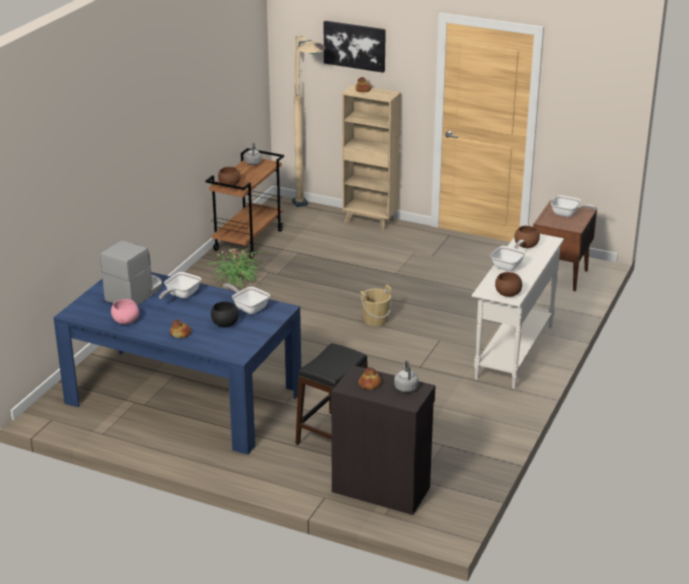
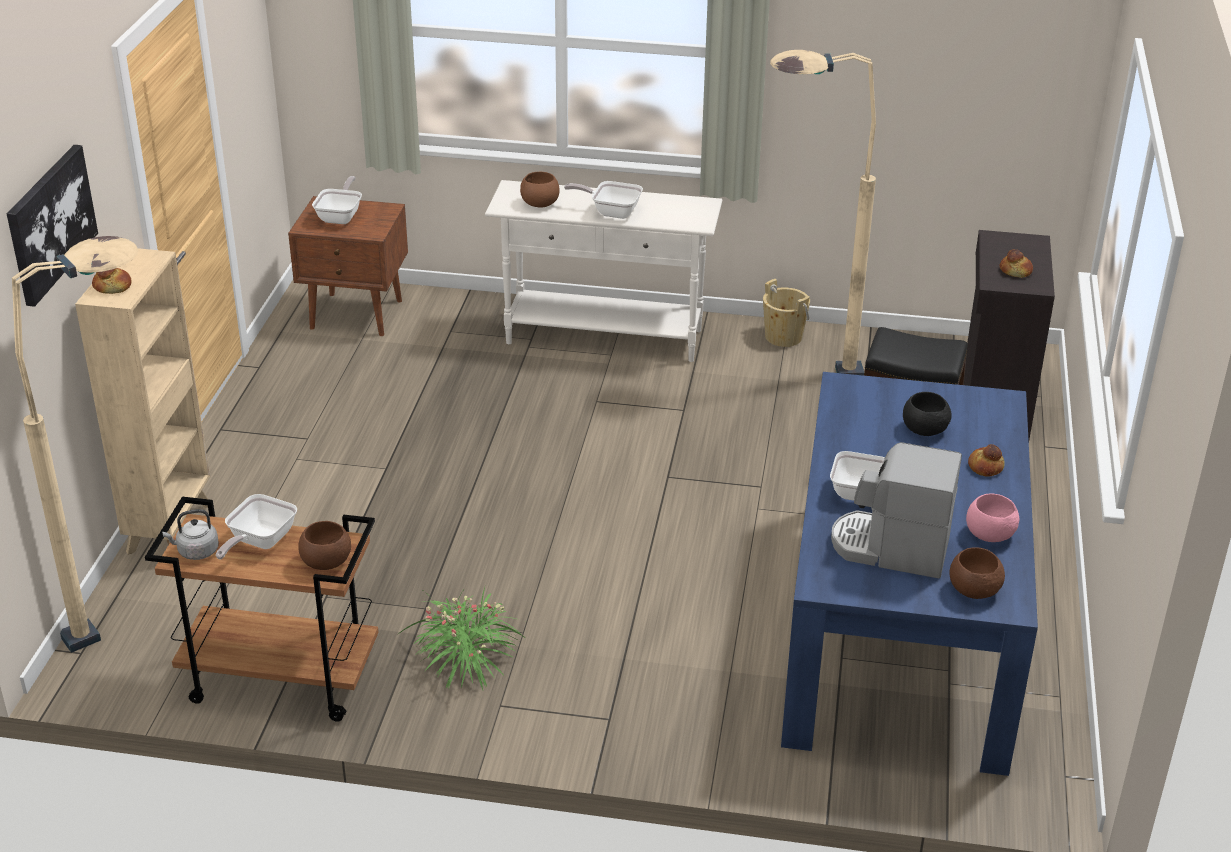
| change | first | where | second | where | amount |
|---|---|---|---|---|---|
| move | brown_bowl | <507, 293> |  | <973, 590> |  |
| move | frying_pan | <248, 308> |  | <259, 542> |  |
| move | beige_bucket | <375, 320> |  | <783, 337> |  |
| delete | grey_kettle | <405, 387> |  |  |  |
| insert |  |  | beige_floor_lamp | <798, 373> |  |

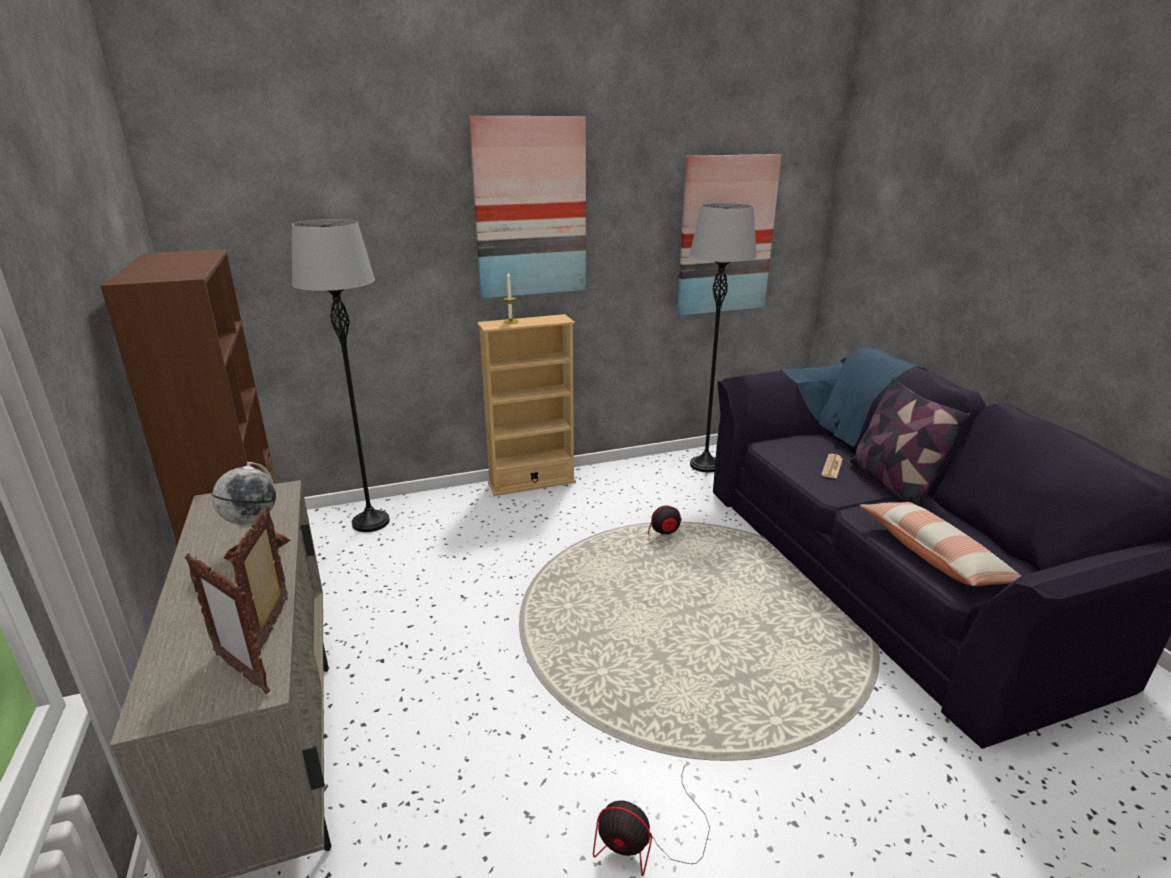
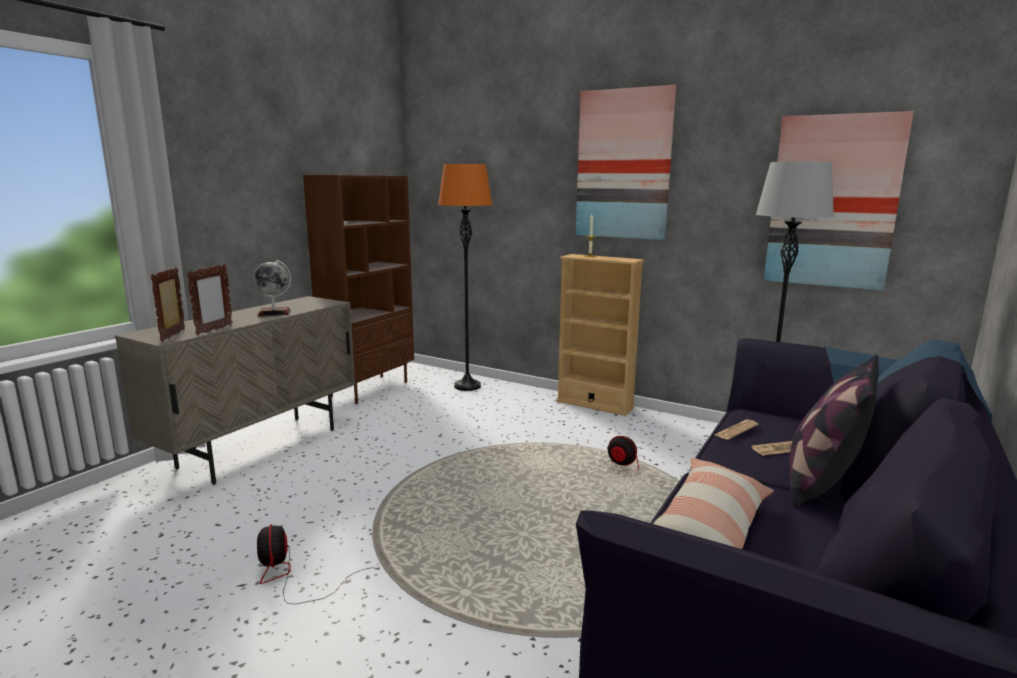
| change | first | where | second | where | amount |
|---|---|---|---|---|---|
| recolor | grey_floor_lamp | <371, 522> | orange_floor_lamp | <467, 386> |  |
| rotate | picture_frame | <274, 625> |  | <214, 330> | 150 degrees clockwise |
| insert |  |  | newspaper | <736, 430> |  |

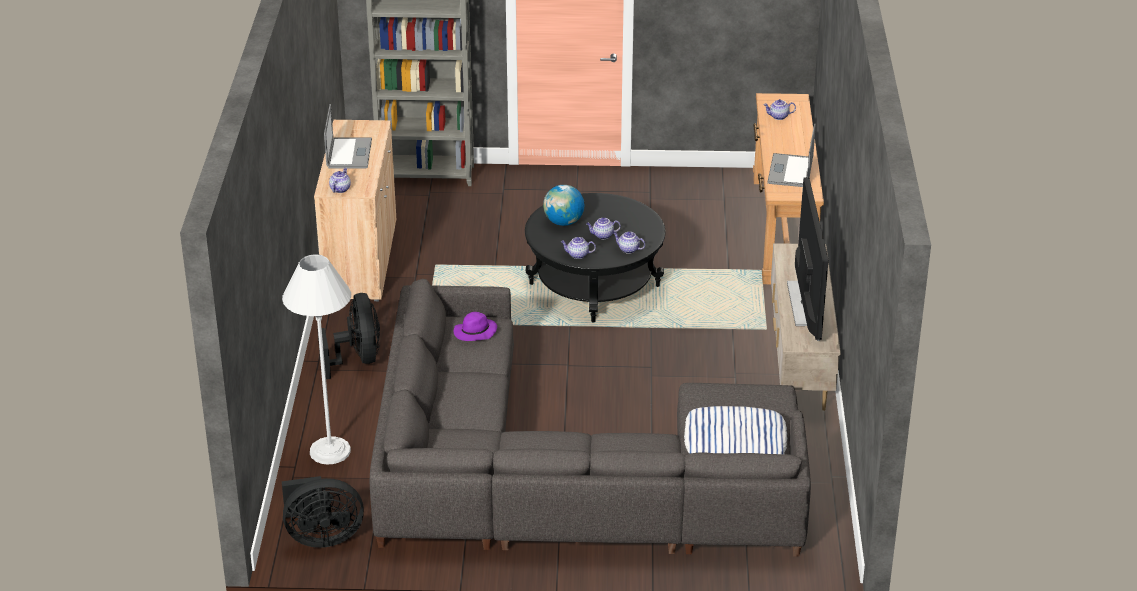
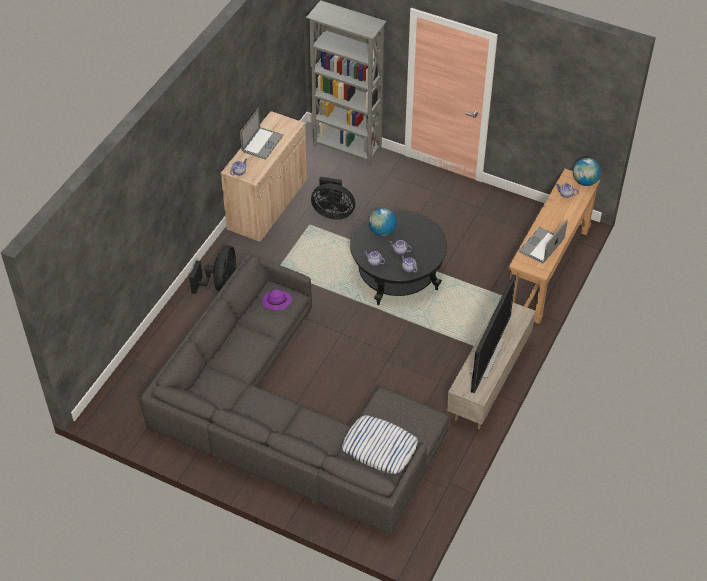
| change | first | where | second | where | amount |
|---|---|---|---|---|---|
| delete | white_floor_lamp | <330, 451> |  |  |  |
| move | black_fan | <321, 537> |  | <333, 212> |  |
| insert |  |  | globe | <585, 182> |  |

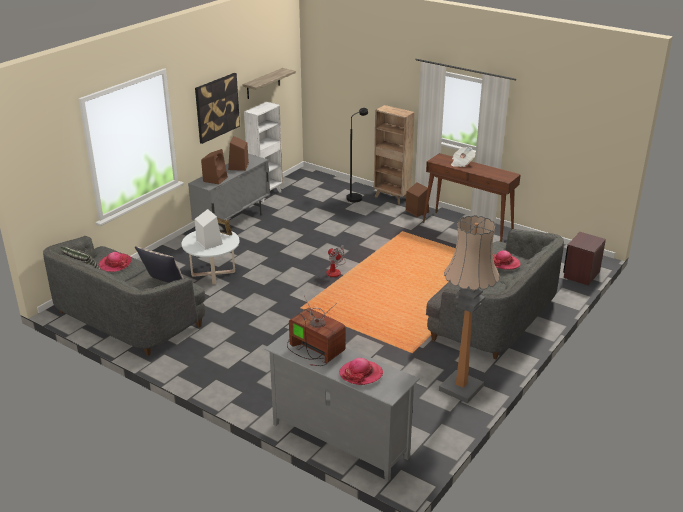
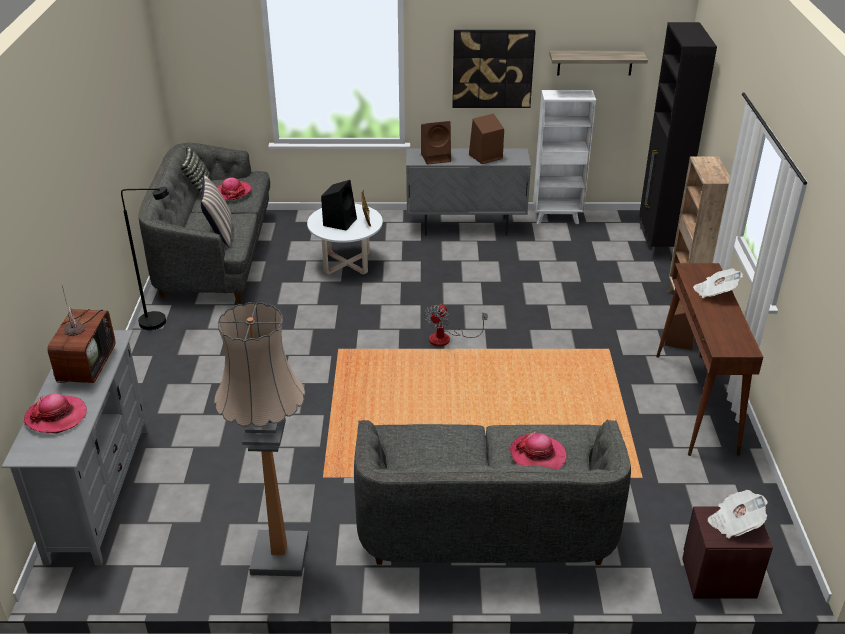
| change | first | where | second | where | amount |
|---|---|---|---|---|---|
| move | black_floor_lamp | <356, 197> |  | <160, 321> |  |
| recolor | white_speaker | <209, 242> | black_speaker | <340, 221> |  |
| insert |  |  | black_cabinet | <657, 243> |  |
| insert |  |  | newspaper | <734, 523> |  |

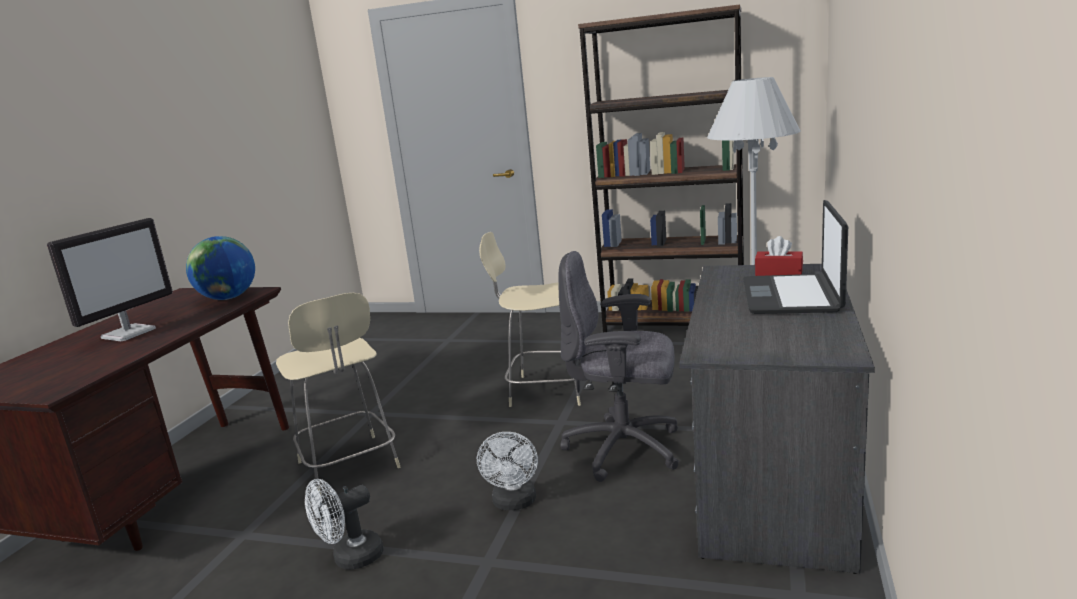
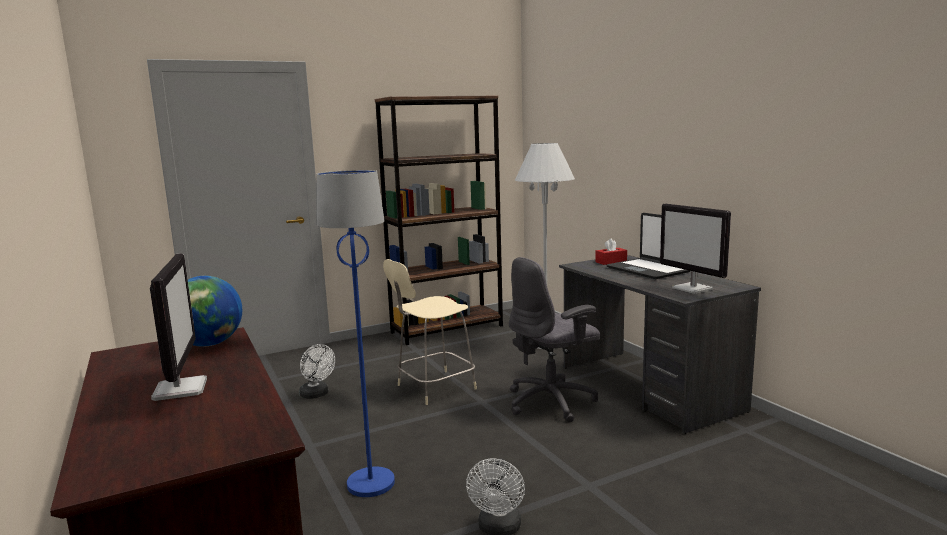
| change | first | where | second | where | amount |
|---|---|---|---|---|---|
| replace | beige_chair | <349, 467> | blue_floor_lamp | <371, 483> |  |
| move | white_fan | <514, 503> |  | <317, 394> |  |
| insert |  |  | monitor | <693, 289> |  |

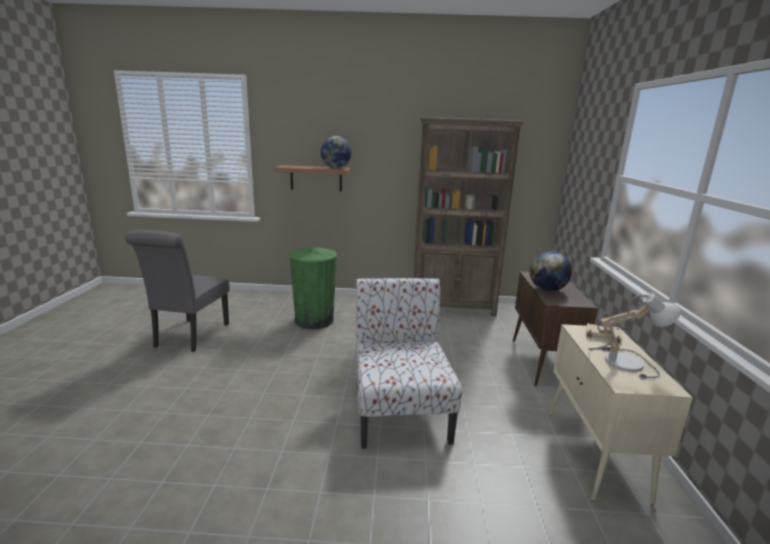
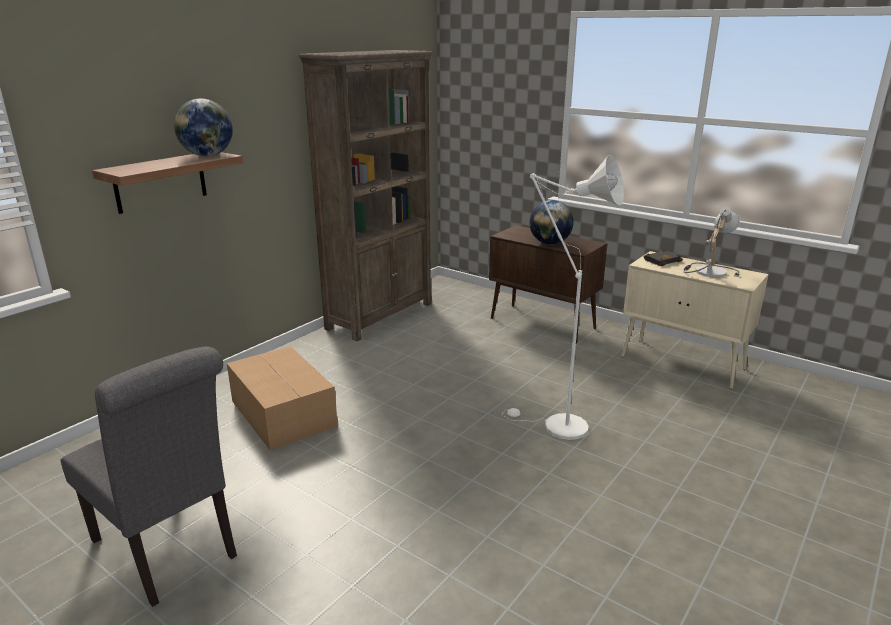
| change | first | where | second | where | amount |
|---|---|---|---|---|---|
| replace | green_trash_can | <314, 320> | cardboard_box | <283, 414> |  |
| replace | chair | <399, 410> | white_floor_lamp | <557, 426> |  |
| recolor | beige_book | <603, 335> | black_book | <662, 260> |  |

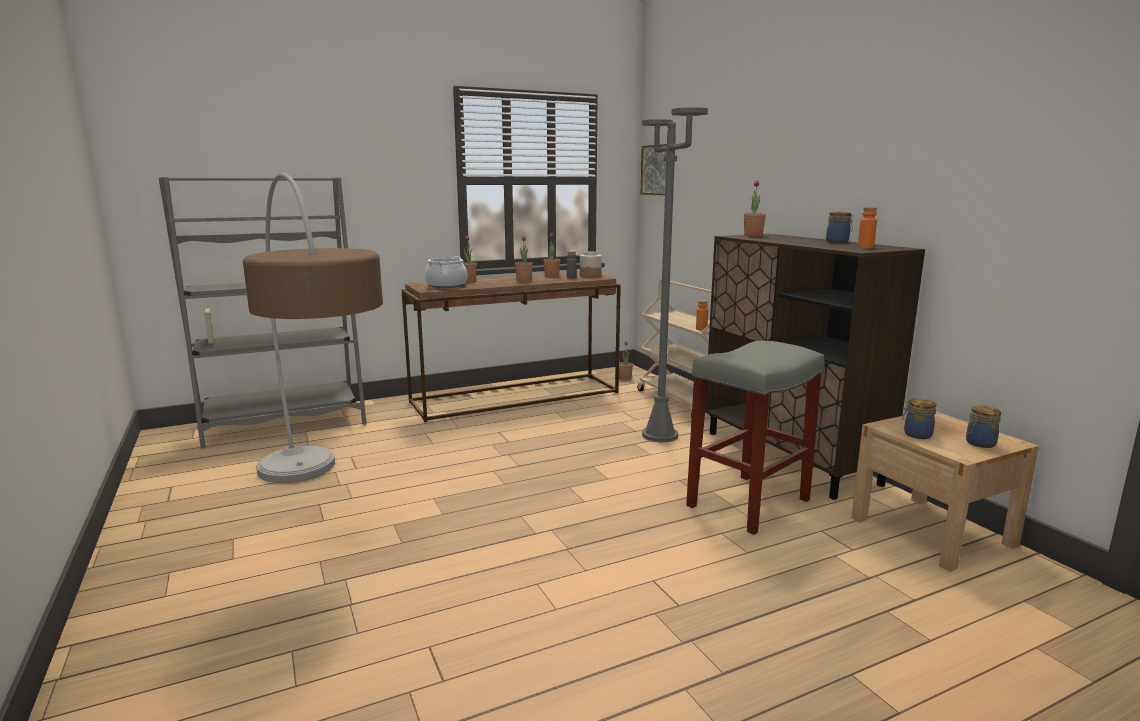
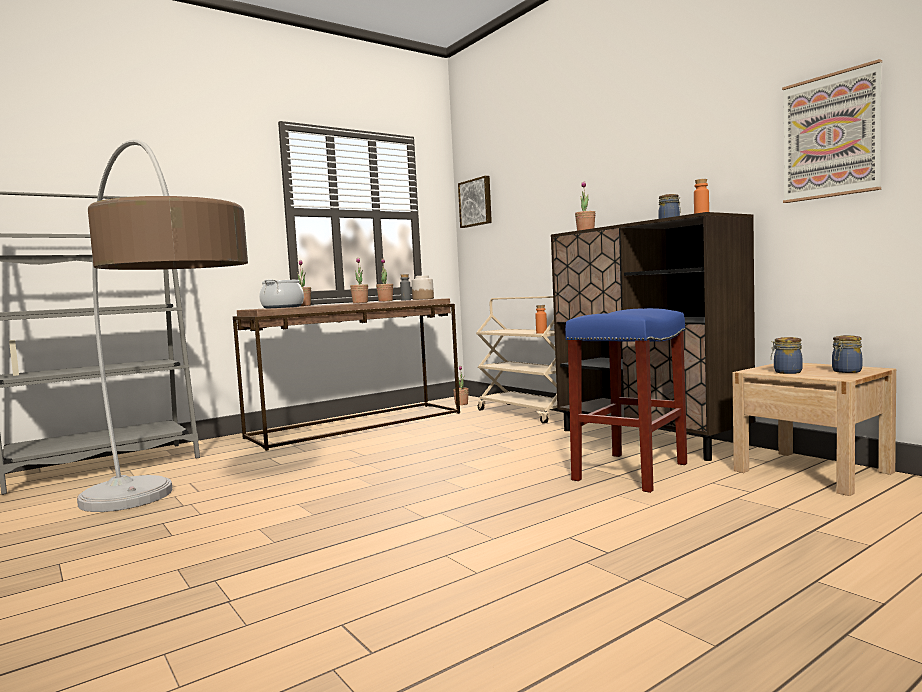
| change | first | where | second | where | amount |
|---|---|---|---|---|---|
| delete | grey_floor_lamp | <660, 435> |  |  |  |
| recolor | grey_stool | <748, 502> | blue_stool | <630, 471> |  |
| insert |  |  | picture | <830, 136> |  |

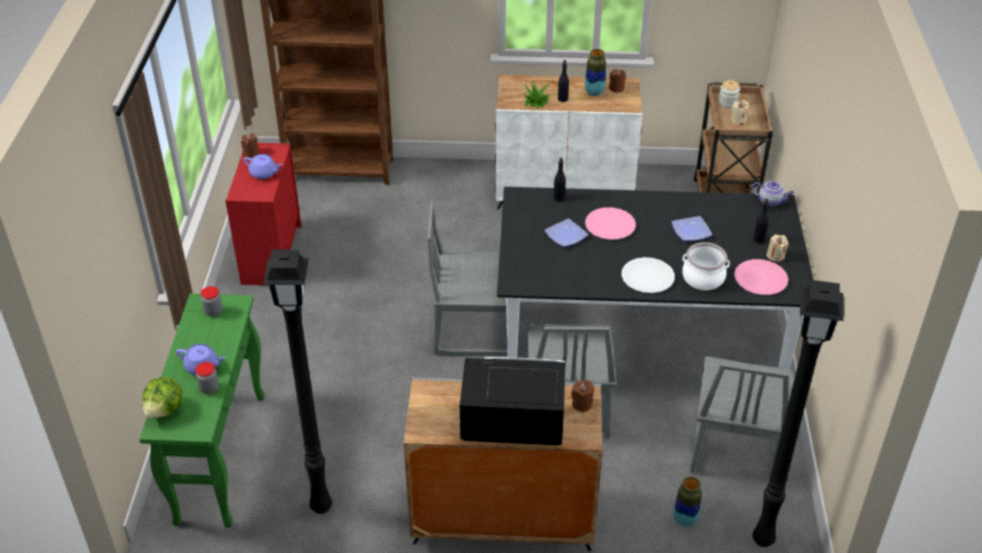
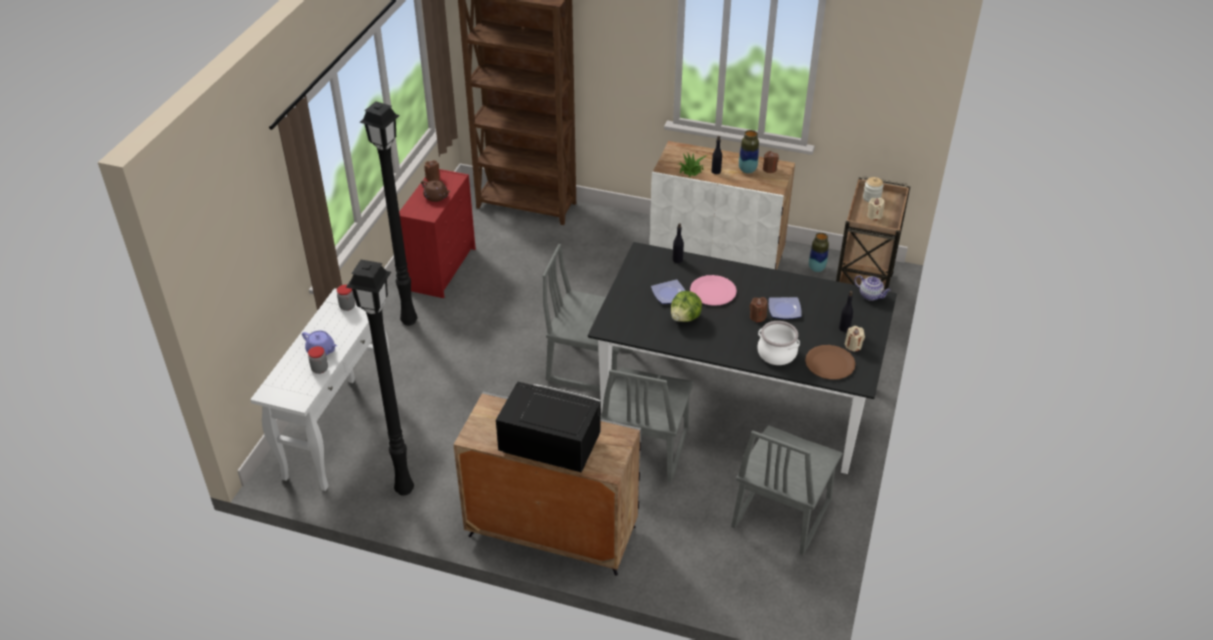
| change | first | where | second | where | amount |
|---|---|---|---|---|---|
| recolor | purple_teapot | <264, 173> | brown_teapot | <436, 197> |  |
| delete | white_plate | <647, 276> |  |  |  |
| recolor | pink_plate | <760, 278> | brown_plate | <829, 363> |  |
| move | black_floor_lamp | <764, 541> |  | <409, 322> |  |
| recolor | green_console_table | <221, 456> | white_console_table | <339, 431> |  |
| move | lettuce | <165, 410> |  | <685, 318> |  |
| move | brown_candle | <582, 404> |  | <757, 317> |  |
| move | vase | <685, 520> |  | <816, 268> |  |

